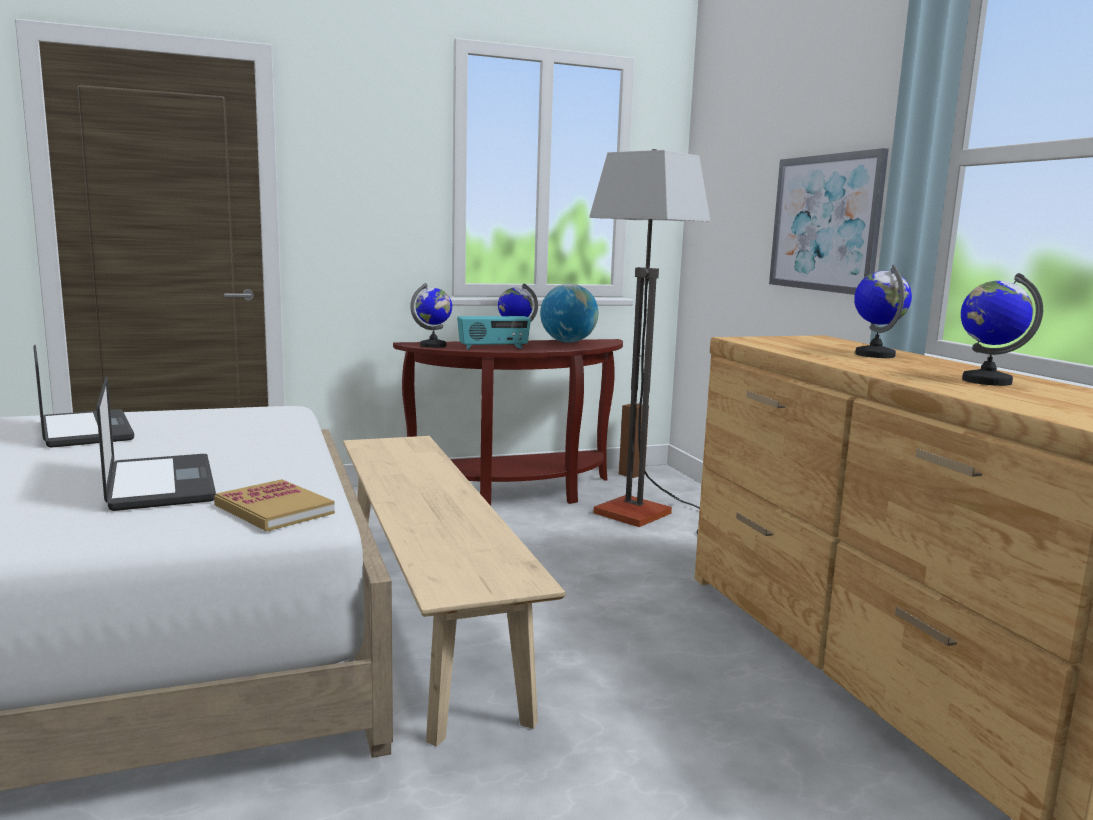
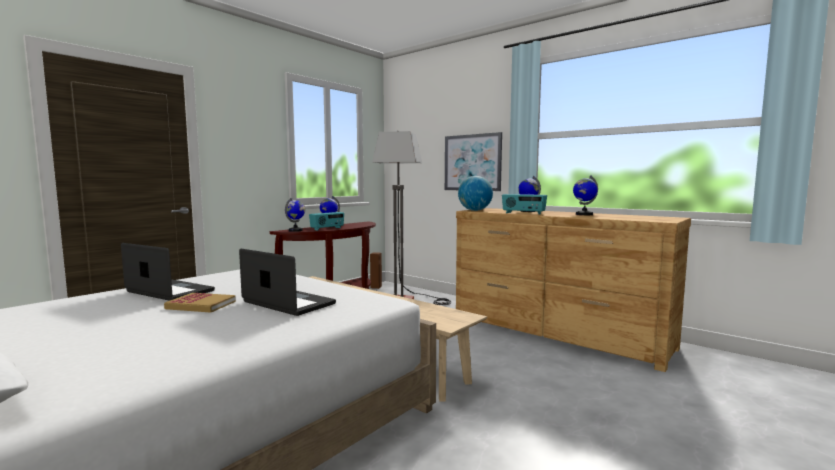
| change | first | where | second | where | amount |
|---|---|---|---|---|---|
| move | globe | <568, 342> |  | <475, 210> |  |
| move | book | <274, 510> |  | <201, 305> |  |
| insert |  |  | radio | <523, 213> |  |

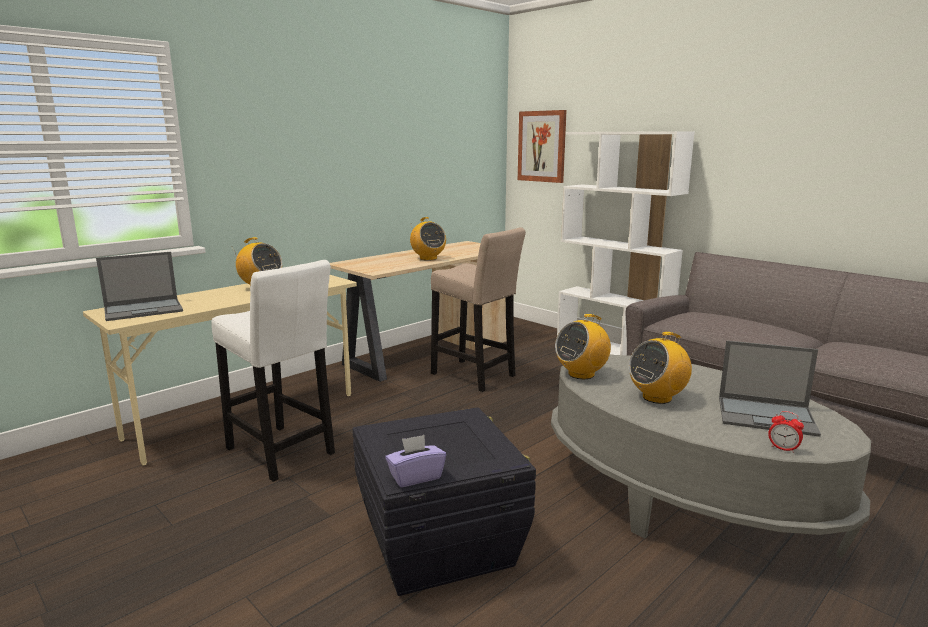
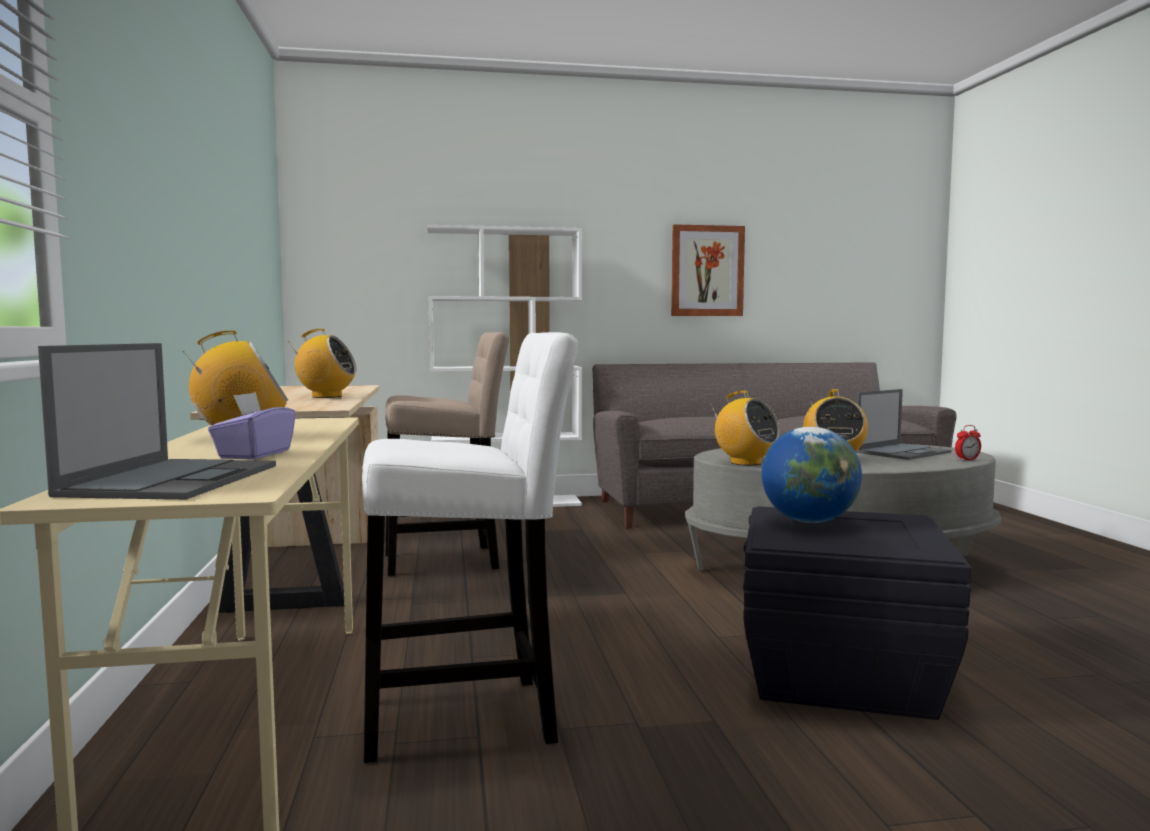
| change | first | where | second | where | amount |
|---|---|---|---|---|---|
| move | picture | <542, 146> |  | <707, 271> |  |
| rotate | radio | <581, 374> |  | <745, 463> | 45 degrees counterclockwise |
| move | purple_tissue_box | <415, 477> |  | <254, 455> |  |
| insert |  |  | globe | <809, 521> |  |

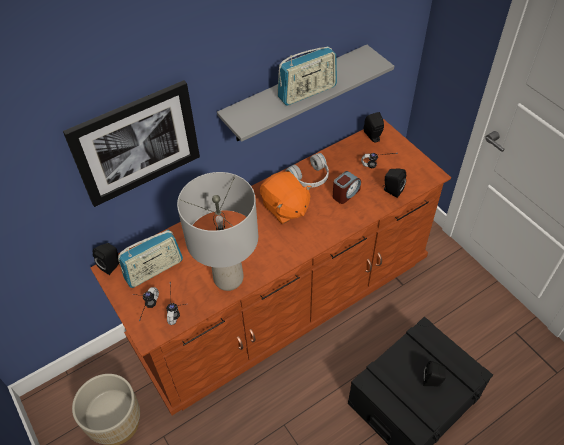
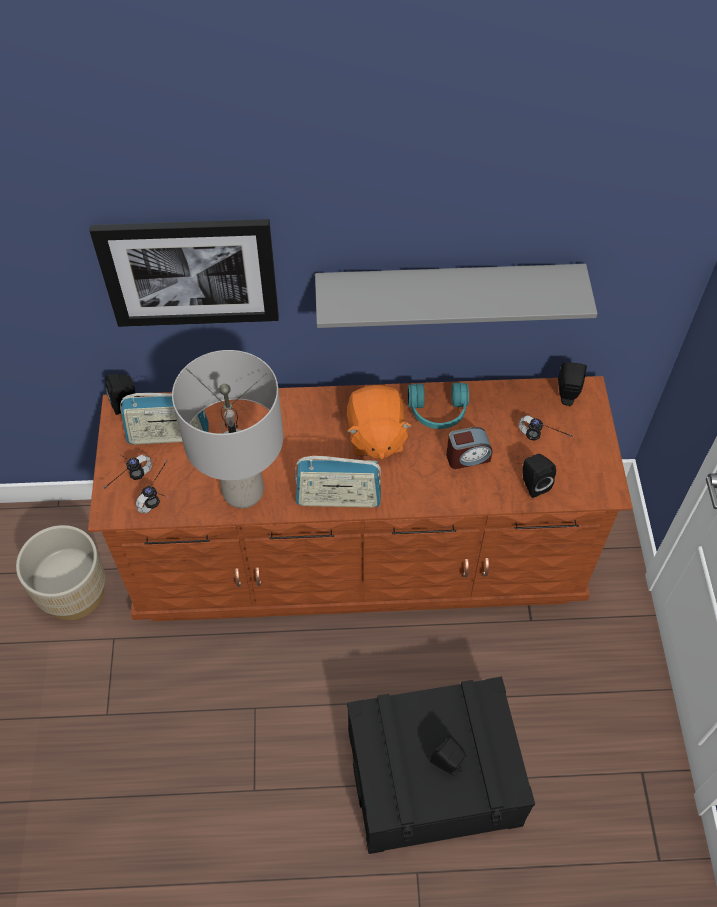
| change | first | where | second | where | amount |
|---|---|---|---|---|---|
| move | radio | <307, 92> |  | <338, 498> |  |
| recolor | white_headphones | <310, 178> | turquoise_headphones | <438, 413> |  |

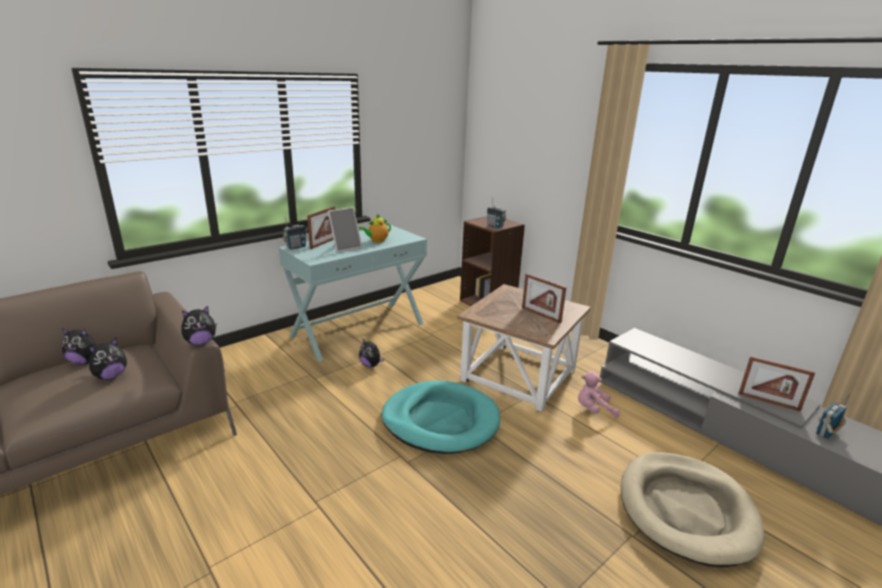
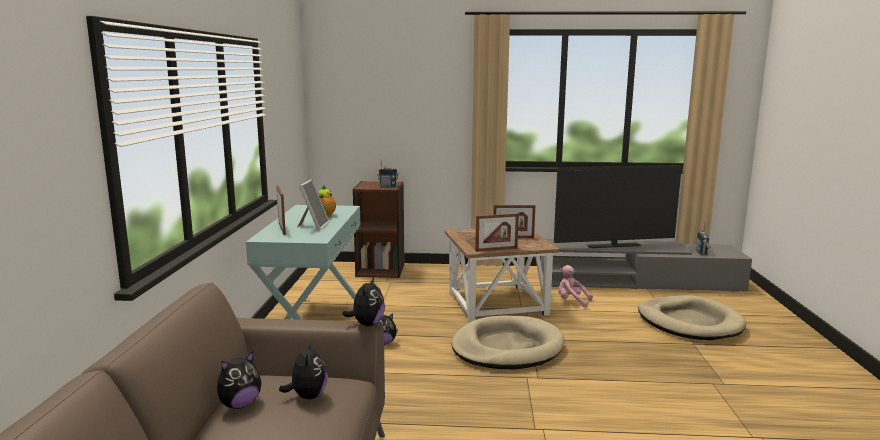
| change | first | where | second | where | amount |
|---|---|---|---|---|---|
| delete | radio | <296, 247> |  |  |  |
| move | picture_frame | <768, 402> |  | <496, 249> |  |
| rotate | pink_plush_toy | <593, 410> |  | <571, 302> | 75 degrees clockwise |
| recolor | turquoise_dog_bed | <440, 420> | beige_dog_bed | <507, 348> |  |
| insert |  |  | television | <614, 246> |  |

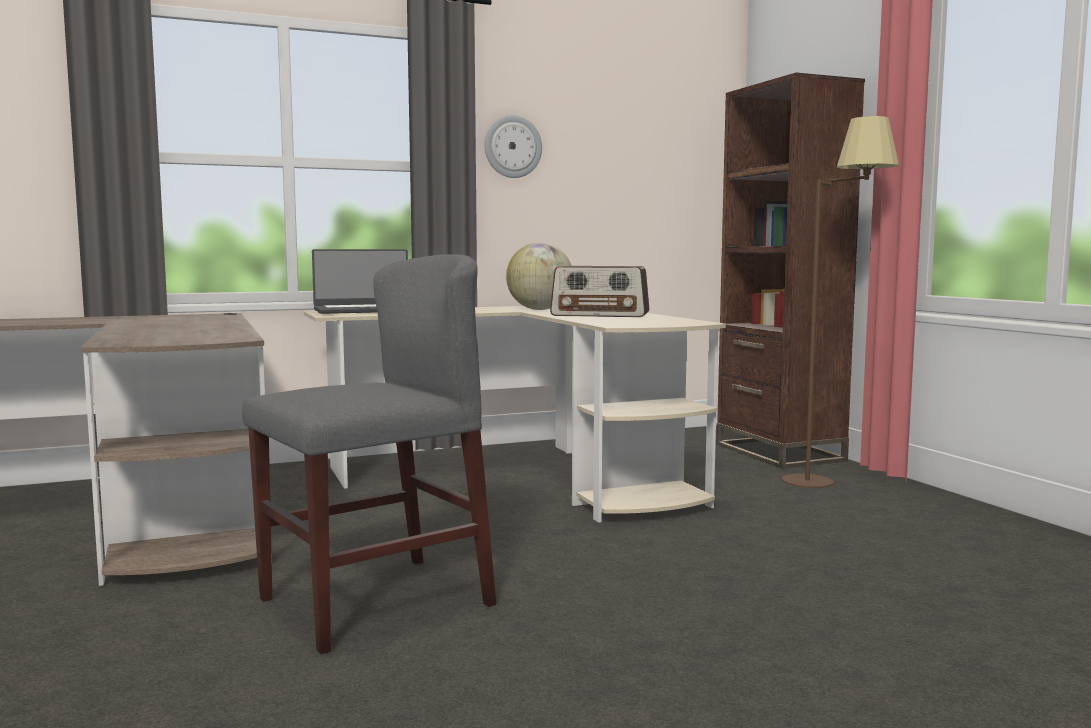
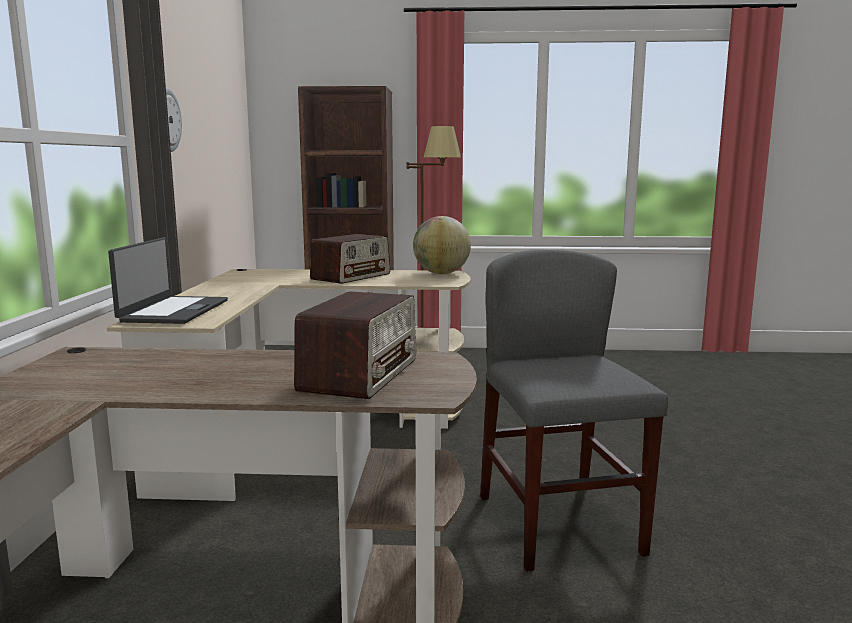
| change | first | where | second | where | amount |
|---|---|---|---|---|---|
| move | globe | <540, 309> |  | <441, 273> |  |
| insert |  |  | radio | <360, 374> |  |

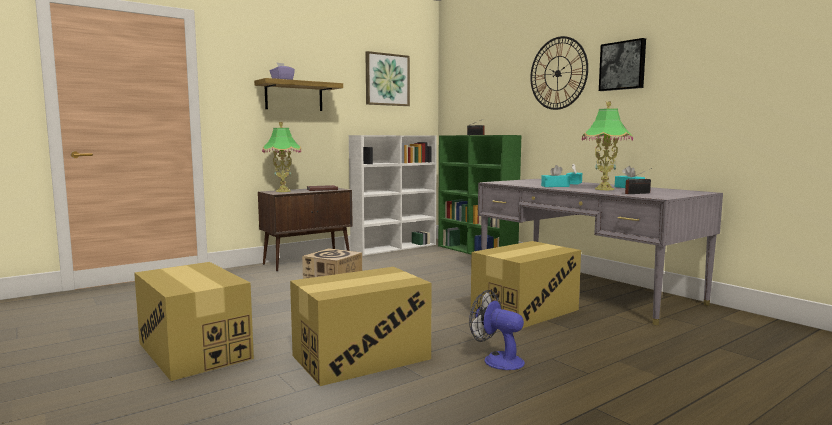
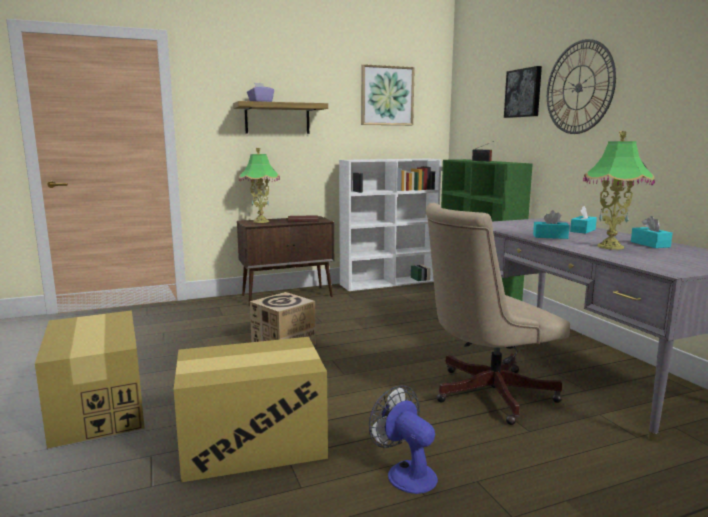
| change | first | where | second | where | amount |
|---|---|---|---|---|---|
| move | picture | <623, 65> |  | <524, 93> |  |
| delete | radio | <639, 193> |  |  |  |
| replace | cardboard_box | <524, 311> | beige_office_chair | <485, 394> |  |

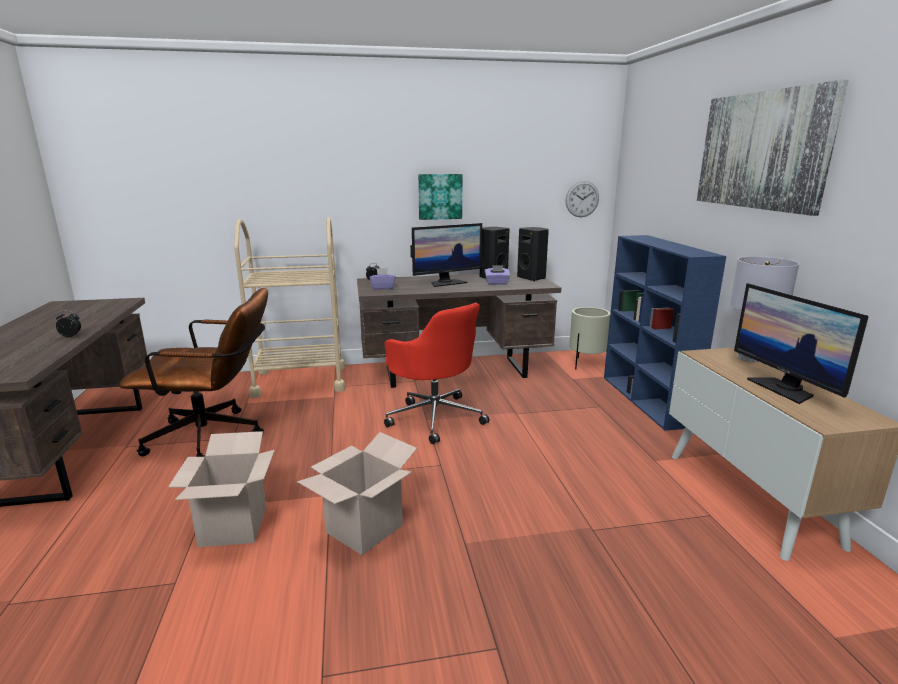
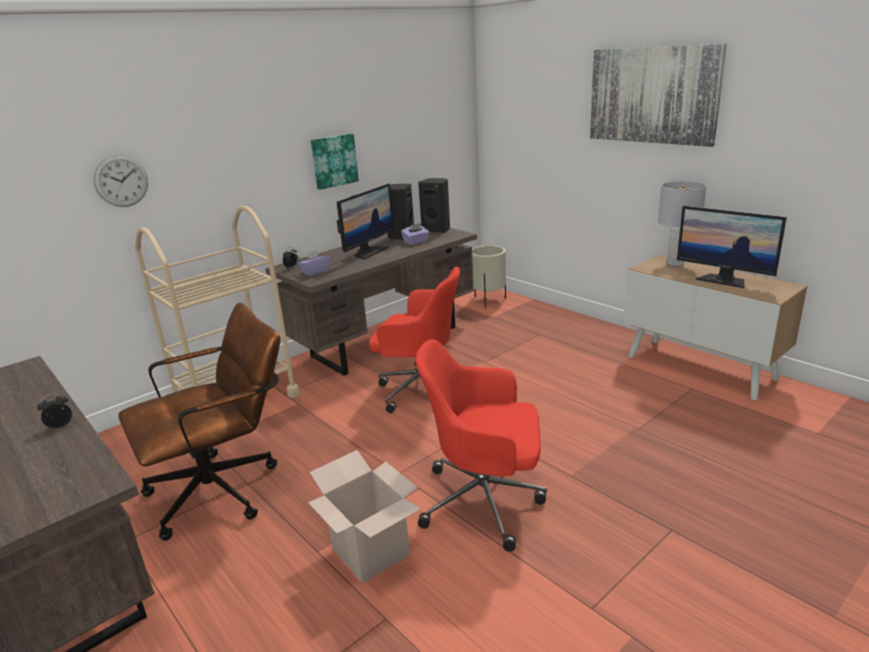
| change | first | where | second | where | amount |
|---|---|---|---|---|---|
| move | wall_clock | <582, 199> |  | <121, 181> |  |
| delete | blue_bookcase | <646, 400> |  |  |  |
| replace | cardboard_box | <364, 529> | red_office_chair | <485, 500> |  |

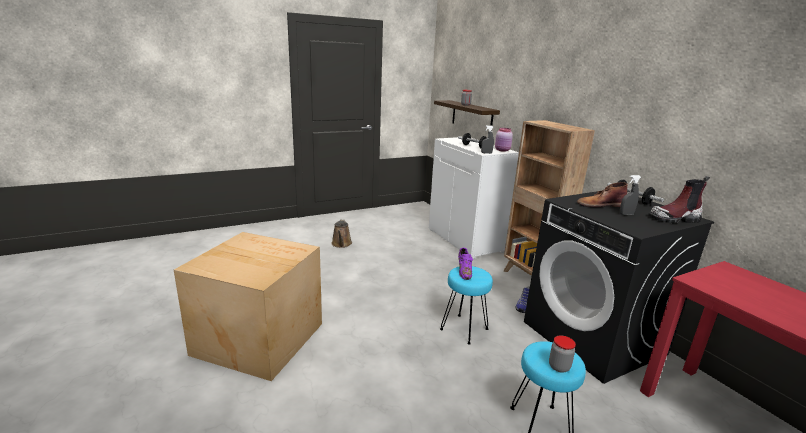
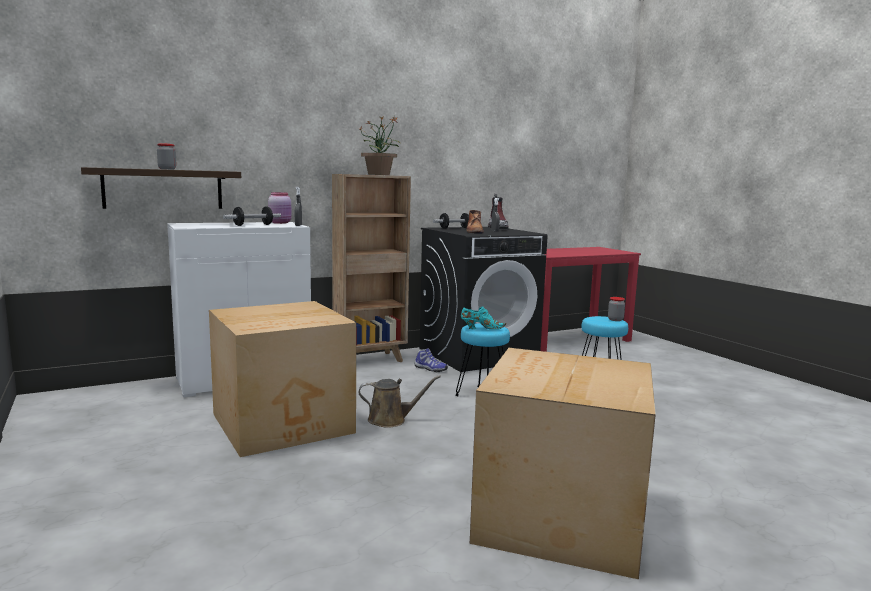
| change | first | where | second | where | amount |
|---|---|---|---|---|---|
| move | brown_watering_can | <341, 244> |  | <391, 420> |  |
| recolor | purple_shoe | <464, 271> | turquoise_shoe | <481, 328> |  |
| insert |  |  | potted_plant | <379, 174> |  |
| insert |  |  | cardboard_box | <285, 423> |  |

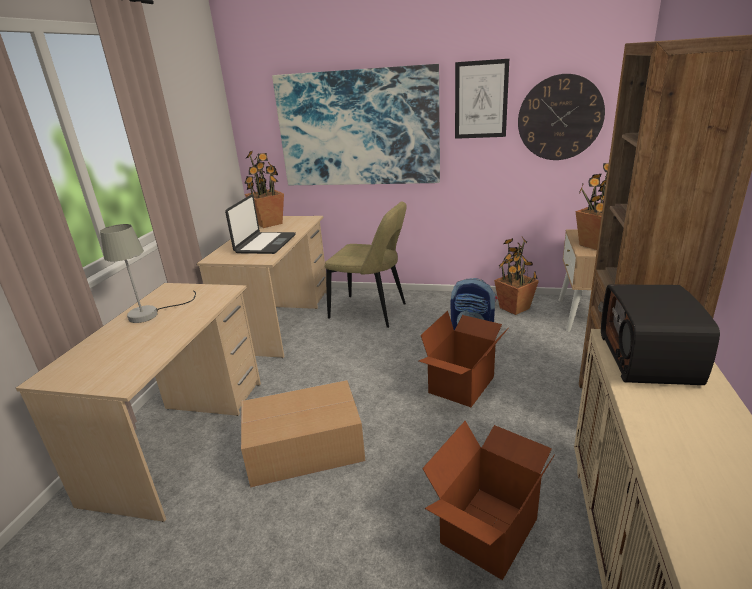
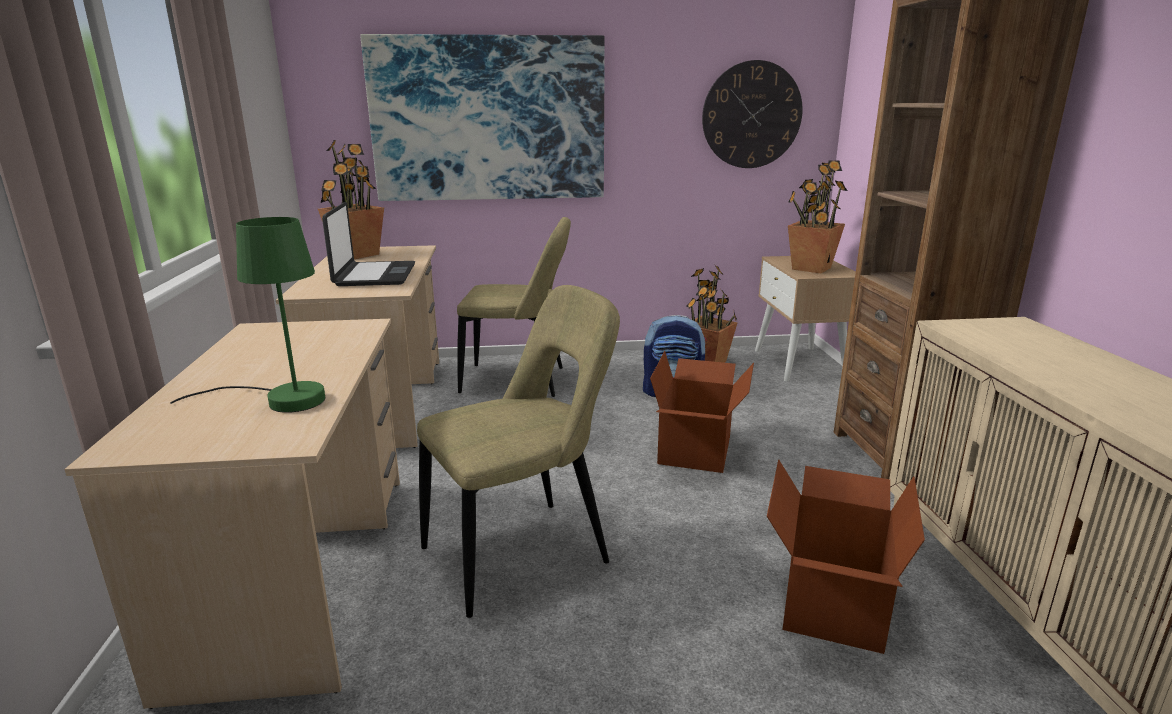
| change | first | where | second | where | amount |
|---|---|---|---|---|---|
| delete | picture | <481, 100> |  |  |  |
| delete | grey_table_lamp | <152, 313> |  |  |  |
| delete | radio | <650, 359> |  |  |  |
| replace | cardboard_box | <306, 448> | beige_chair | <523, 553> |  |
| insert |  |  | green_table_lamp | <282, 399> |  |

